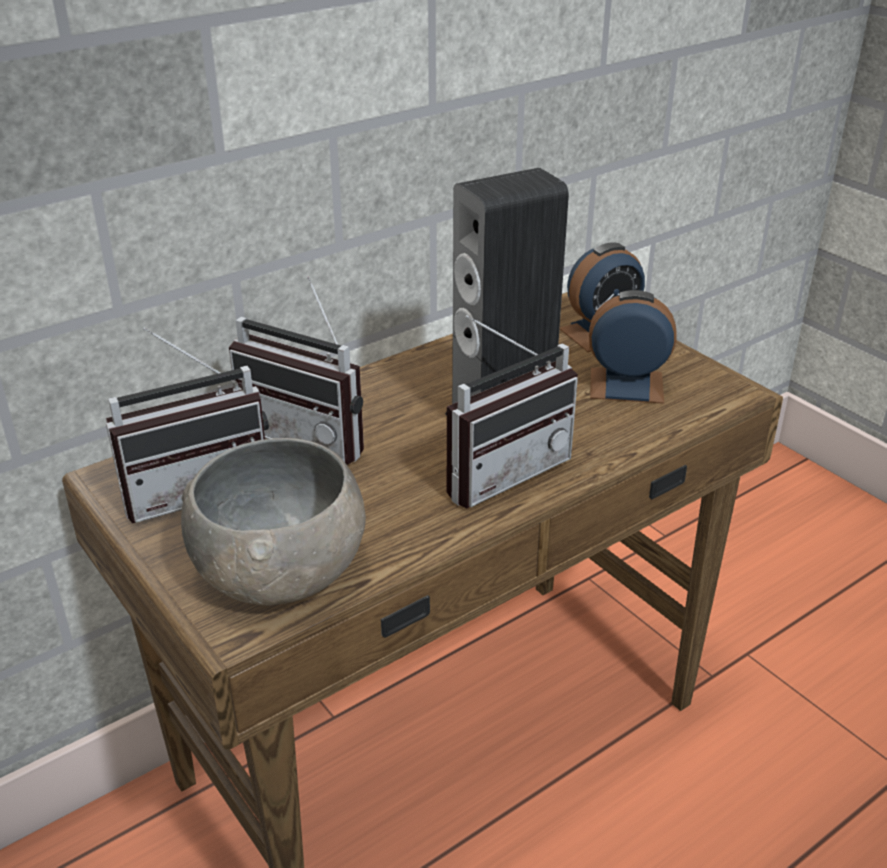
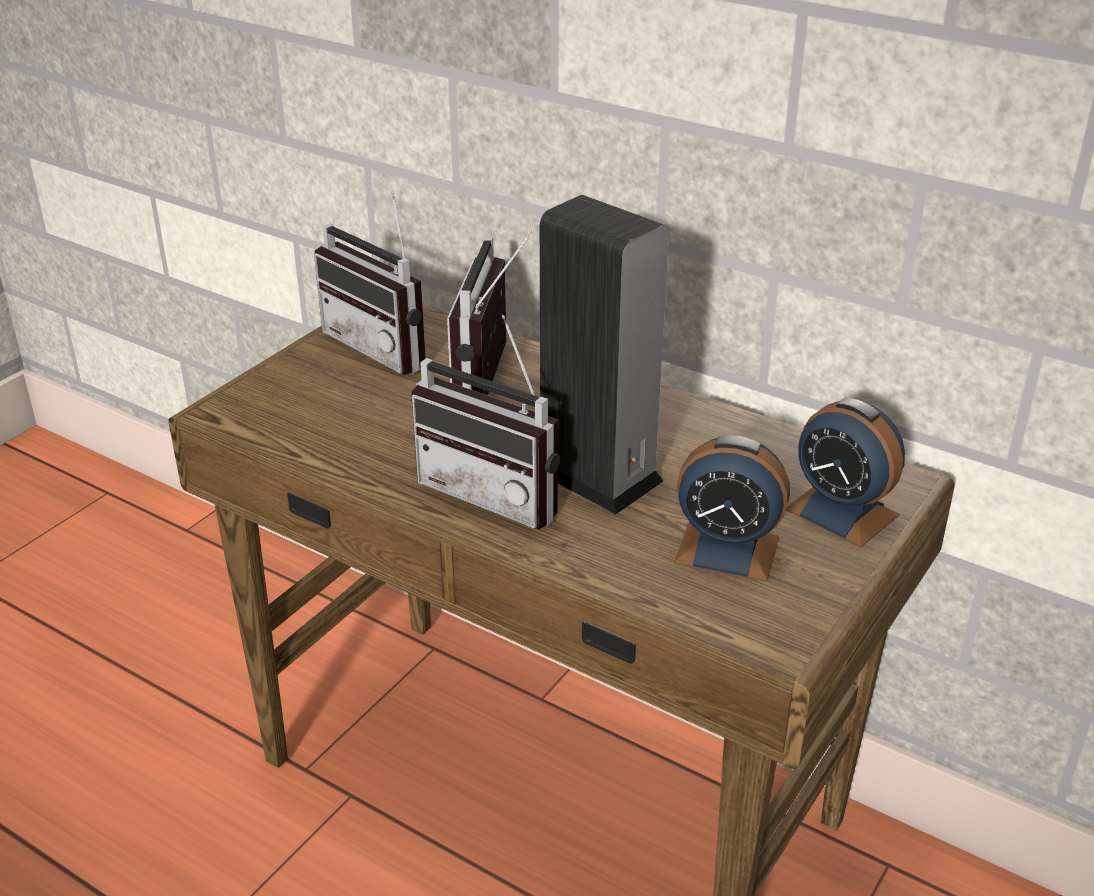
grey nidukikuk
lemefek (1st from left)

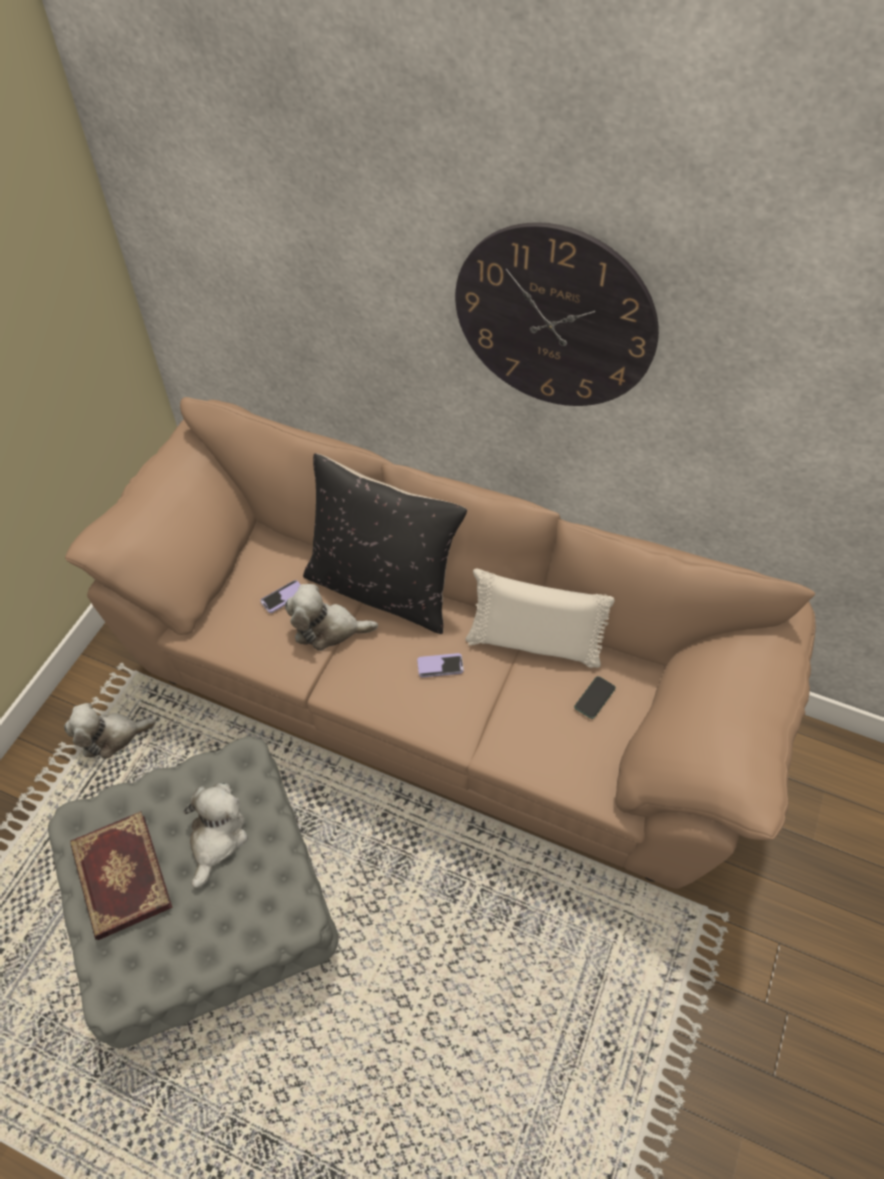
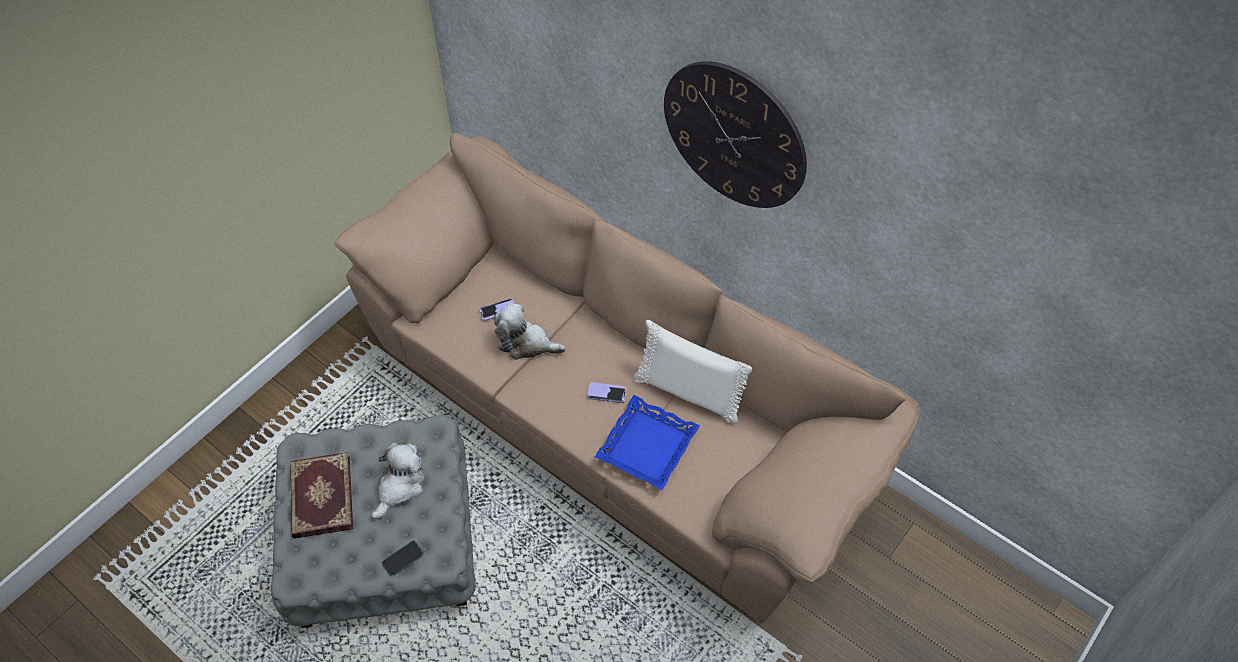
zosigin (1st from left in the first image)
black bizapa
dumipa (1st from left)
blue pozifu

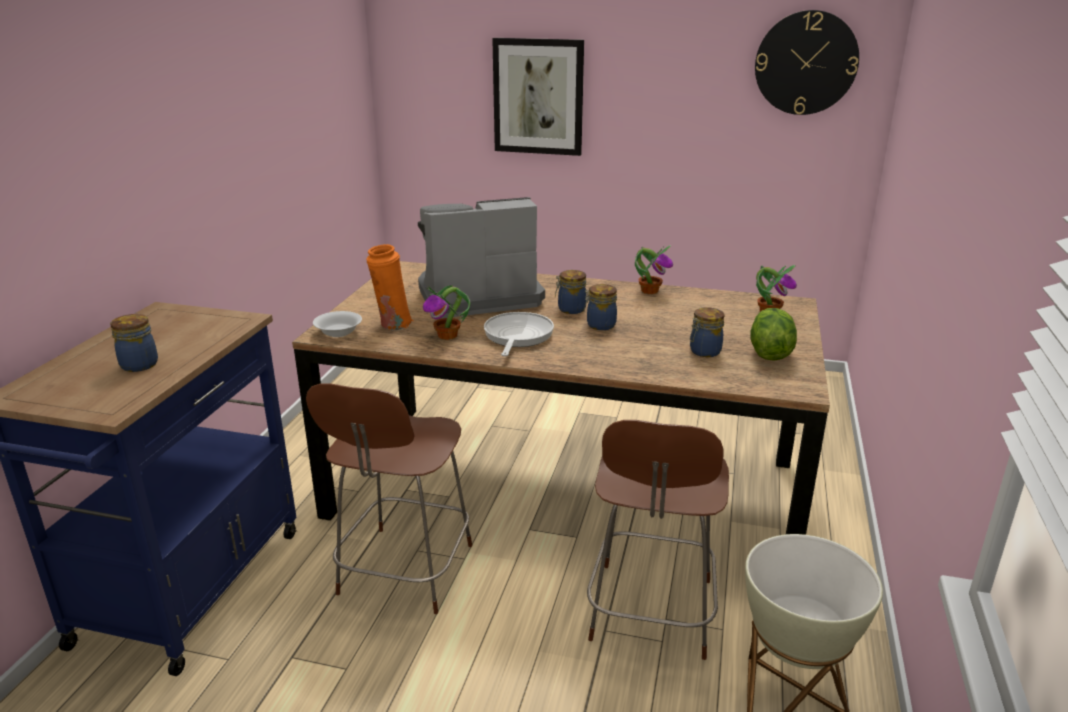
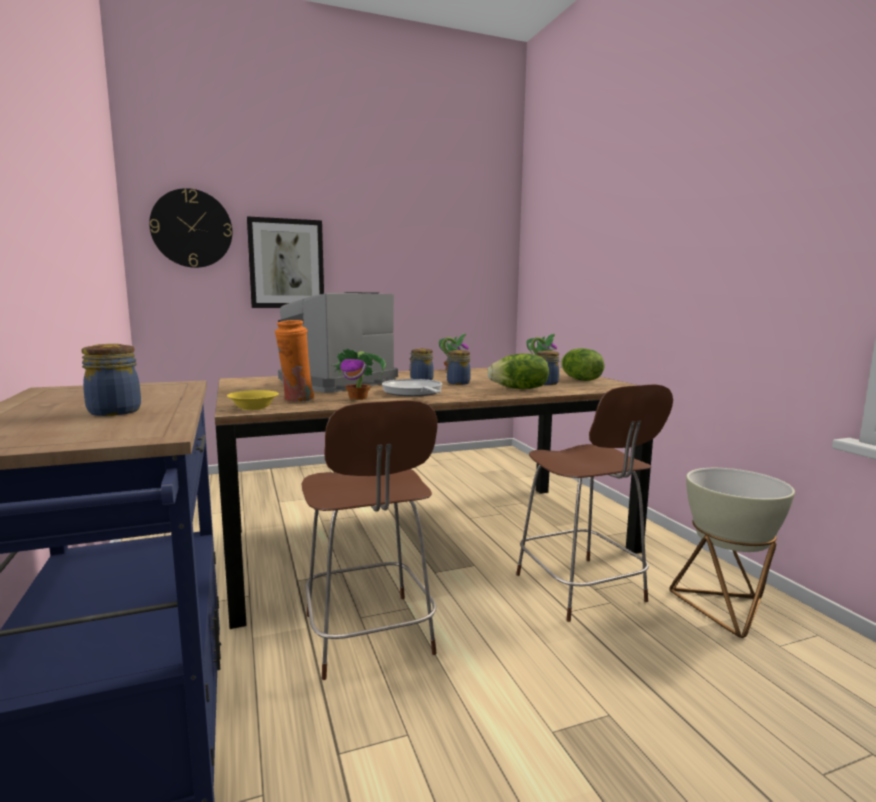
yellow nidukikuk
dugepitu
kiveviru (1st from left)

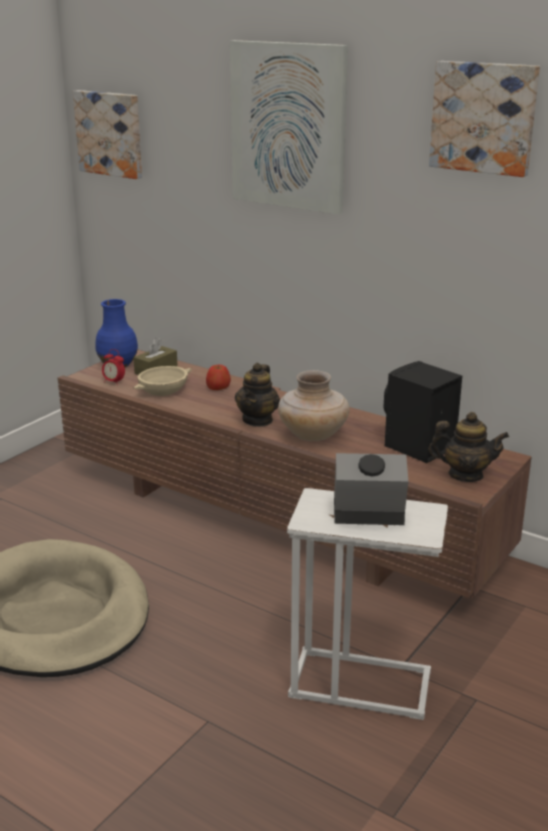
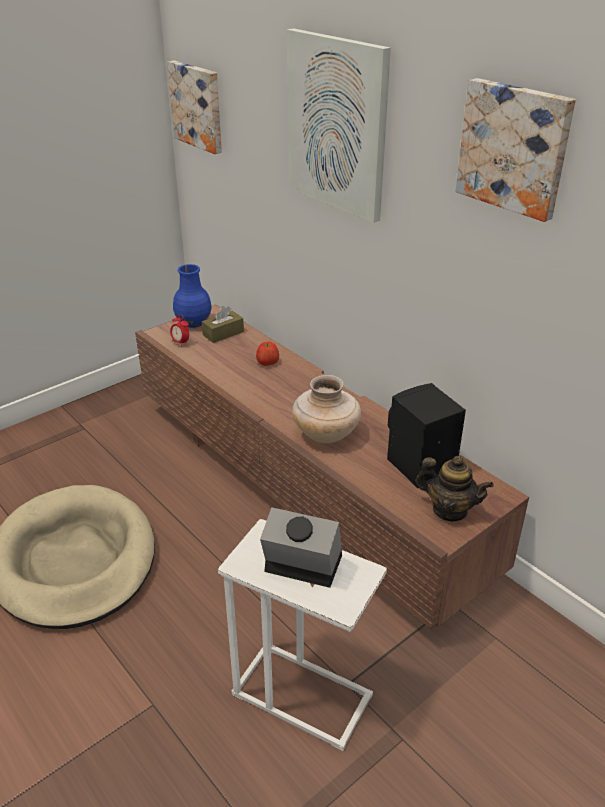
beige nidukikuk
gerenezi (1st from left in the first image)

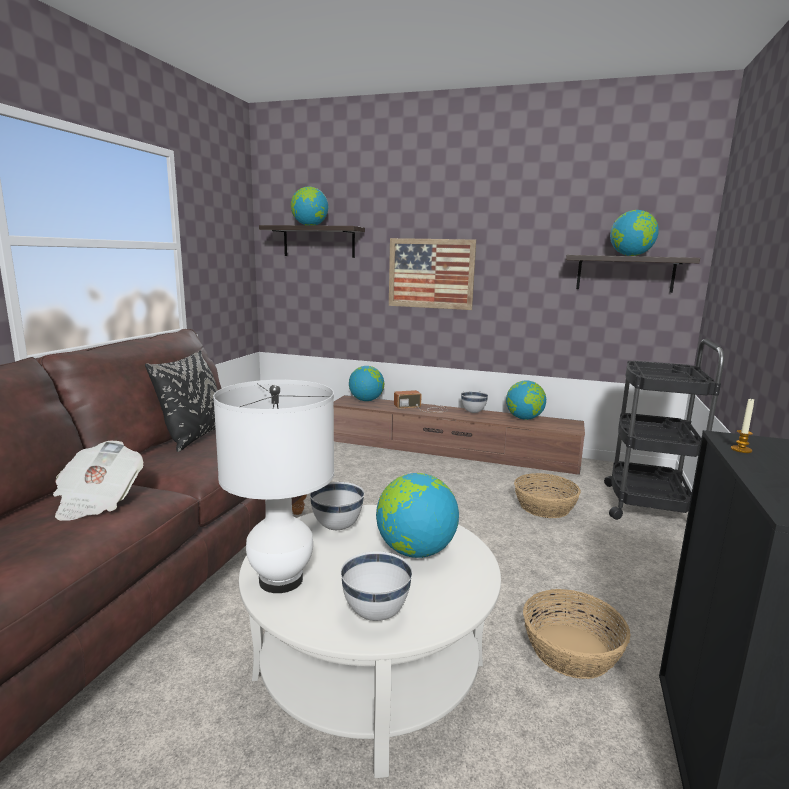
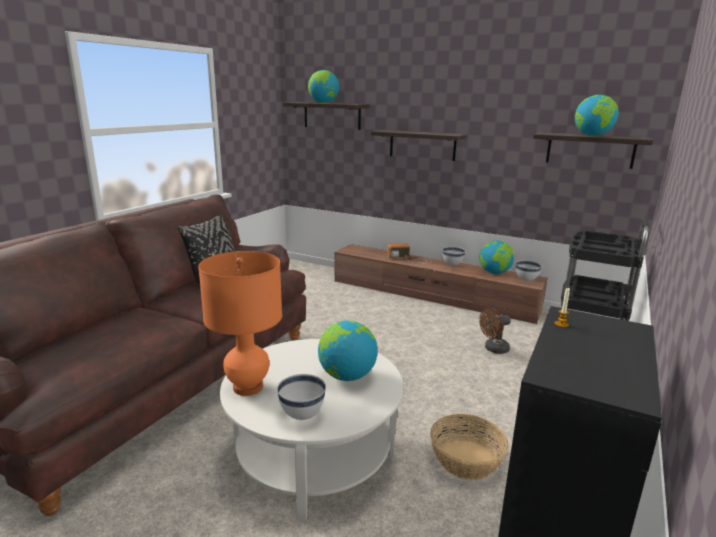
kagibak
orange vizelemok
white nidukikuk (3rd from left)
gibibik (2nd from left in the first image)
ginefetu (2nd from left)
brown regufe

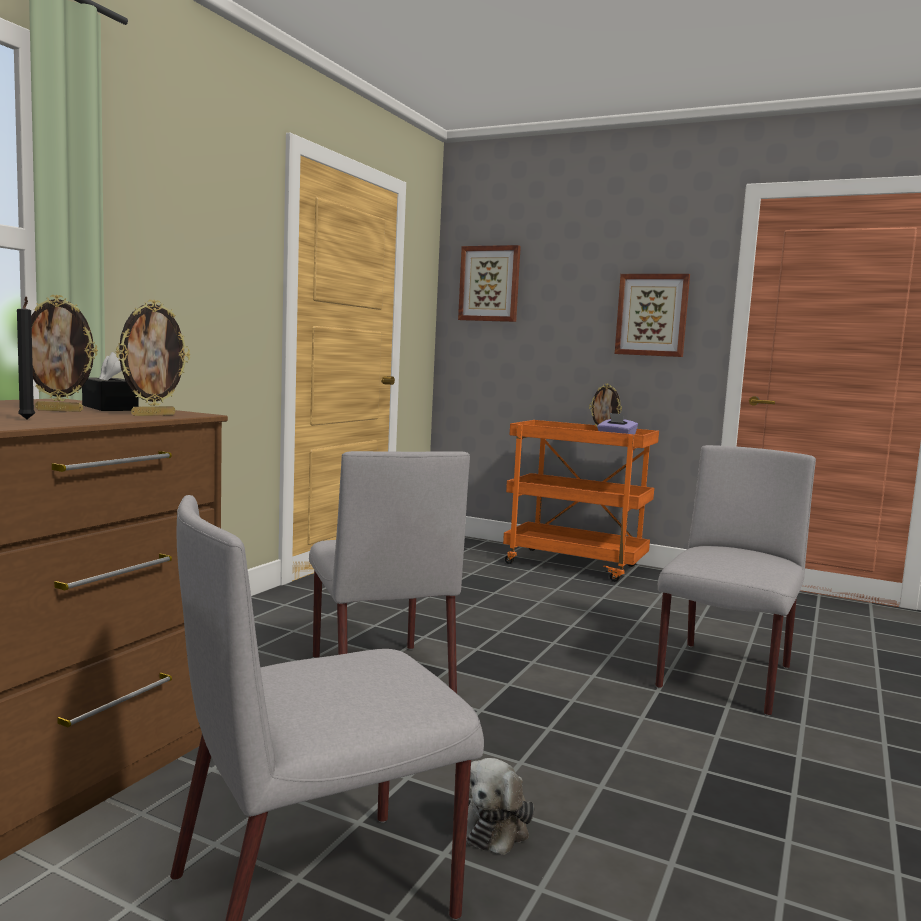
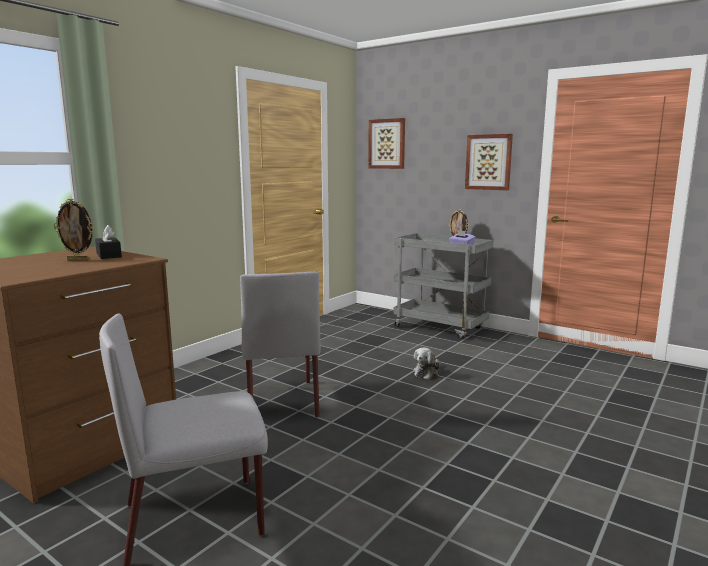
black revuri
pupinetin (2nd from left in the first image)
zosigin
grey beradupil
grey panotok (3rd from left in the first image)

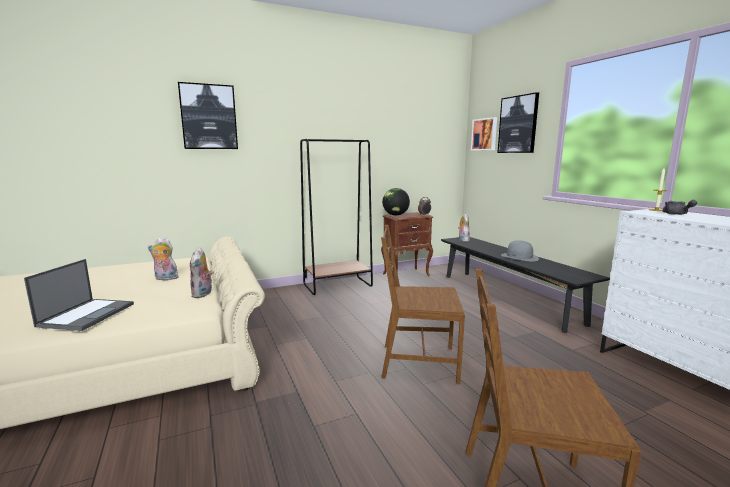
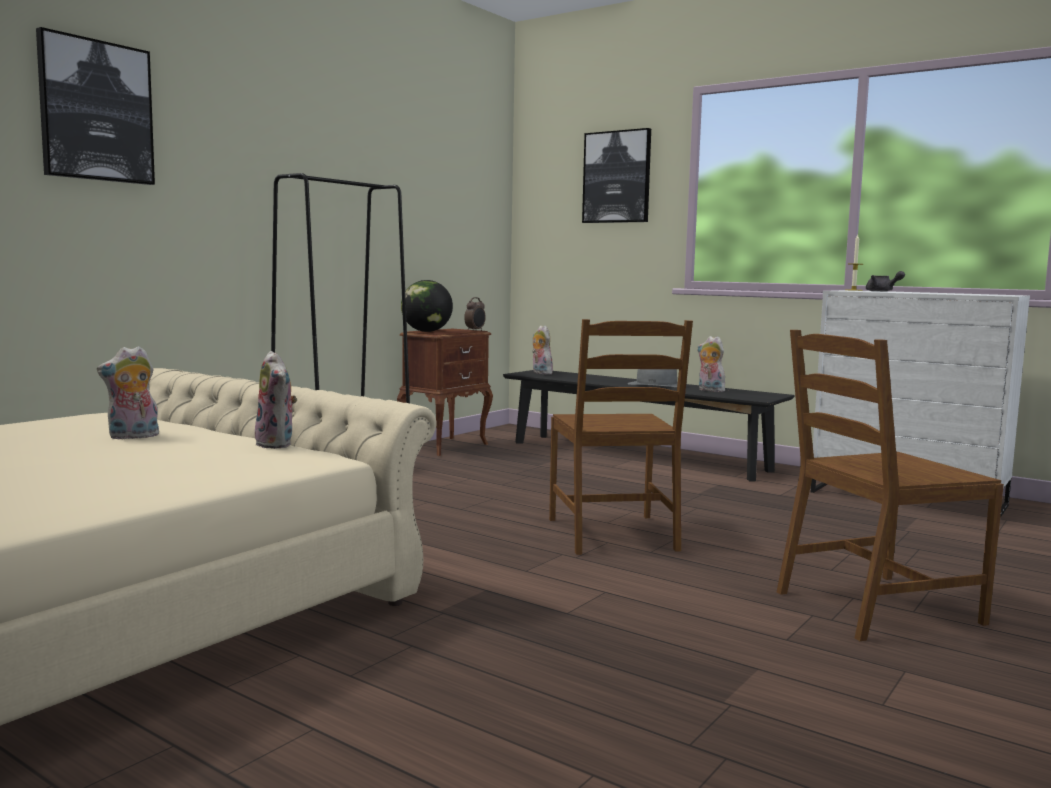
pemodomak
brown panotok (1st from left)
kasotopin (2nd from left in the first image)
zosigin (4th from left)

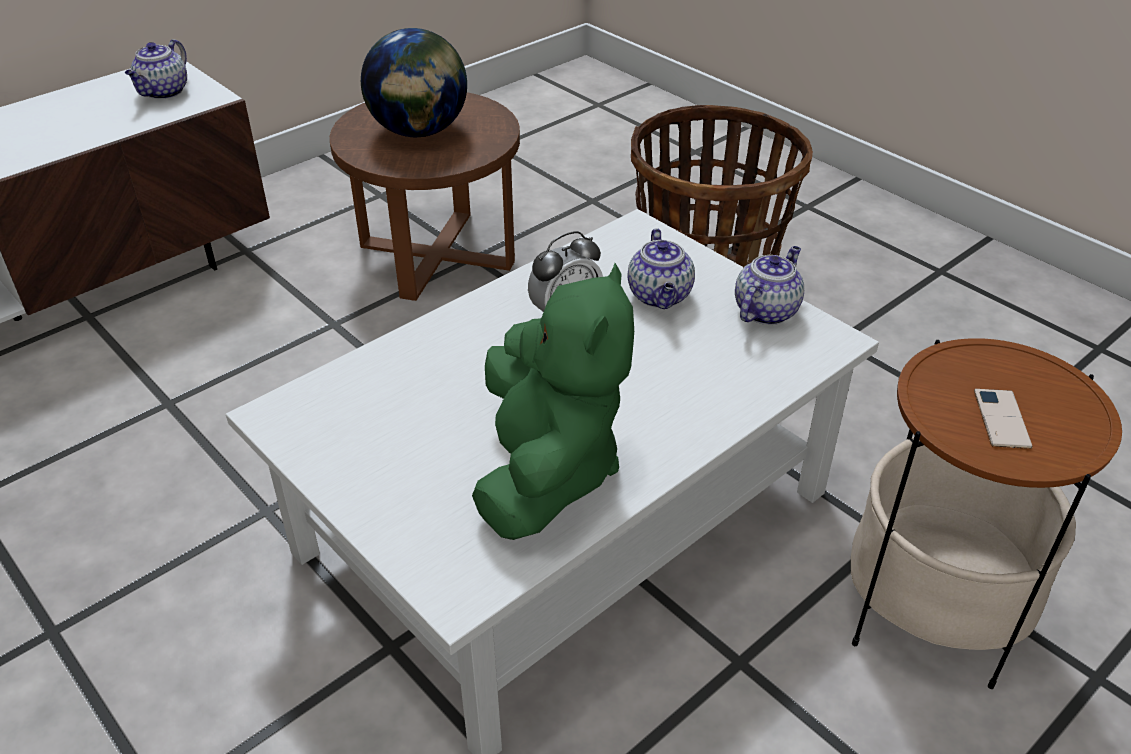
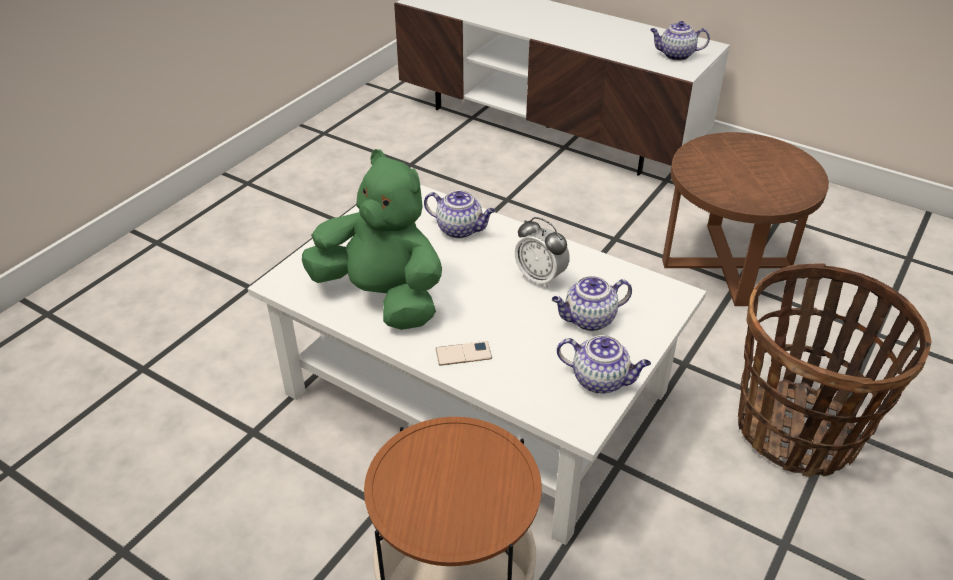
gibibik
green zosigin
dumipa
gerenezi (1st from left)

